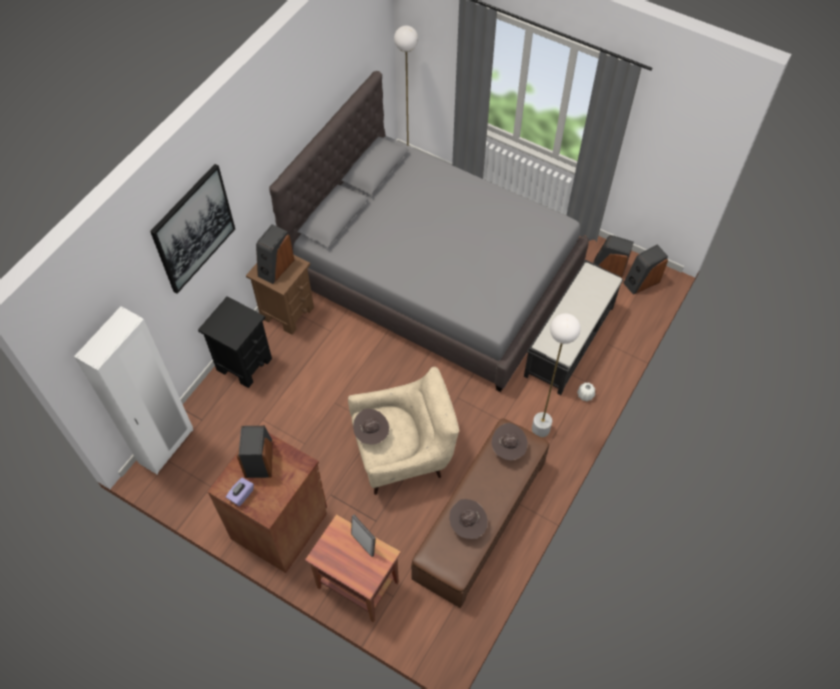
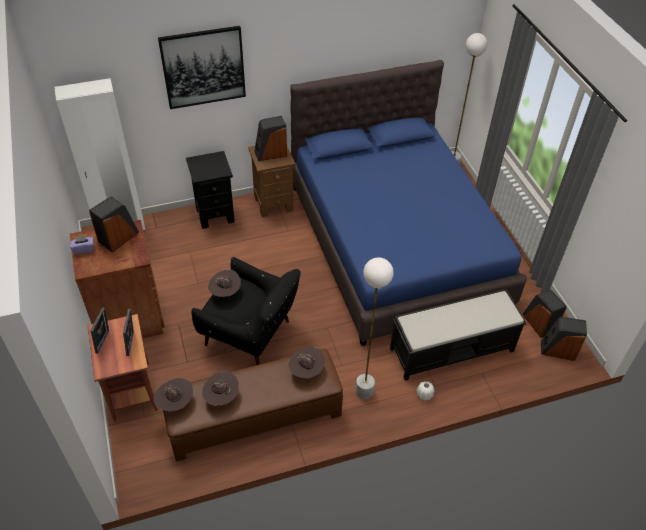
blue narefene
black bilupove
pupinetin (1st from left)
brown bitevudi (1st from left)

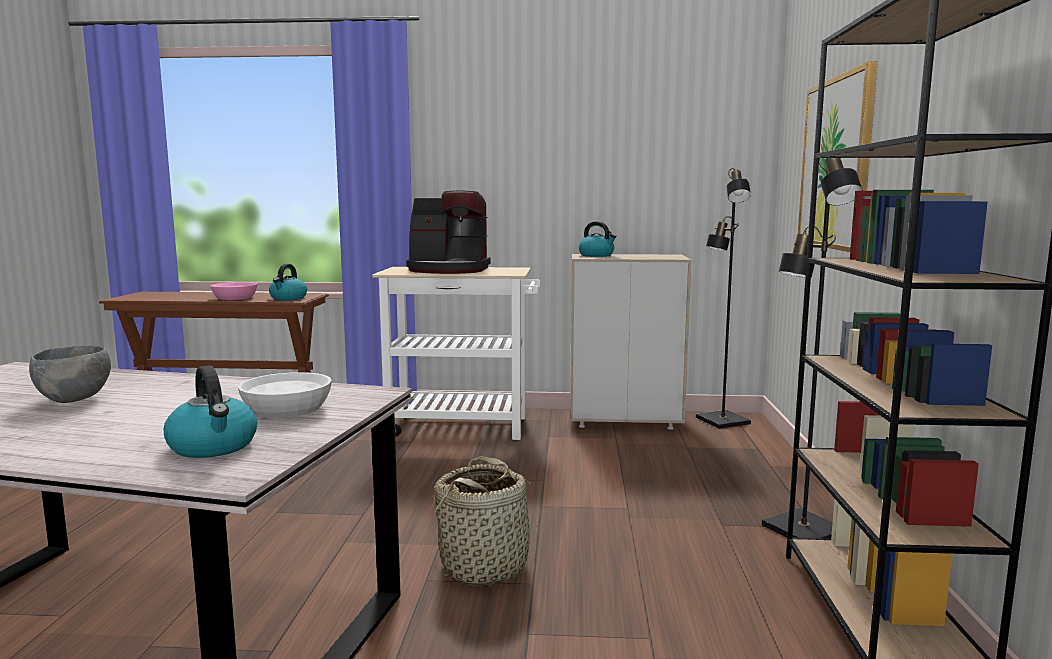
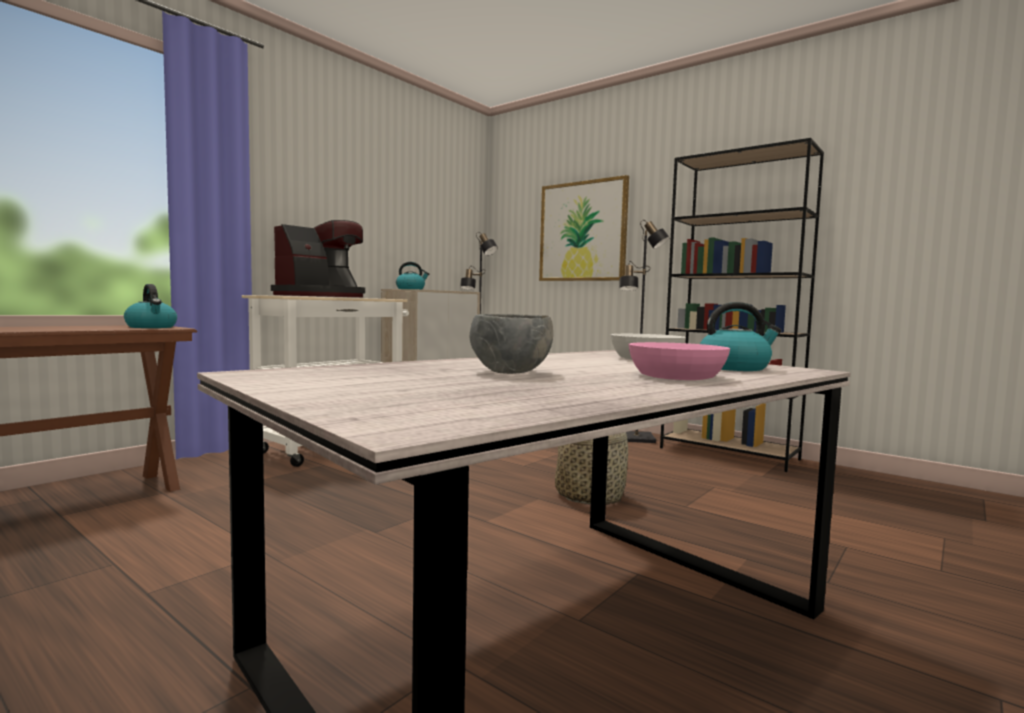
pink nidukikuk

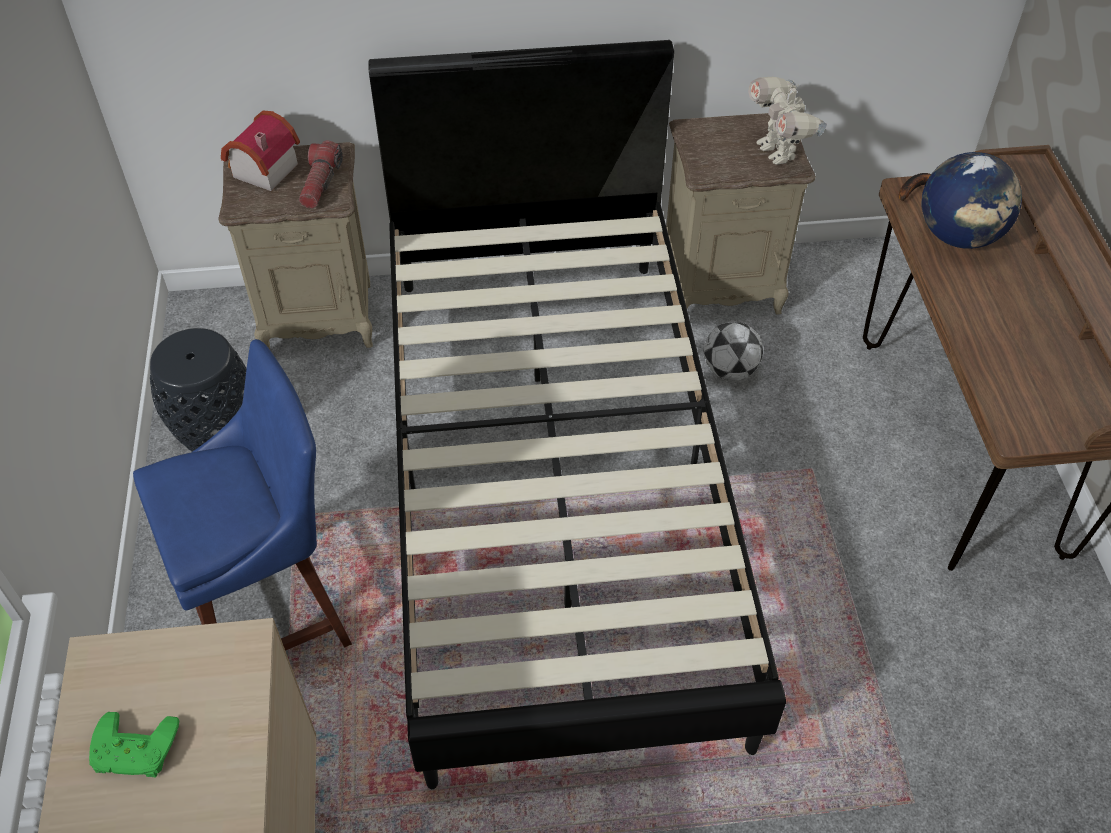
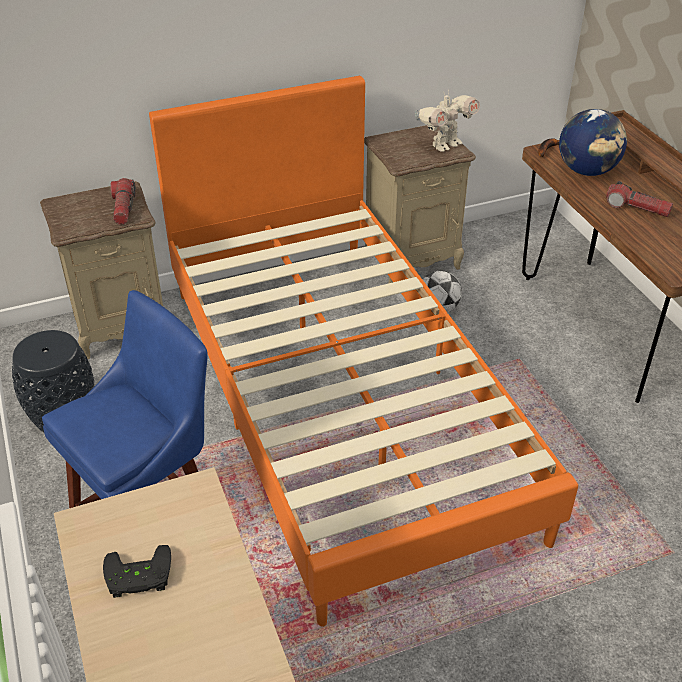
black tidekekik
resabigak
orange narefene
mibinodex
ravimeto (2nd from left)

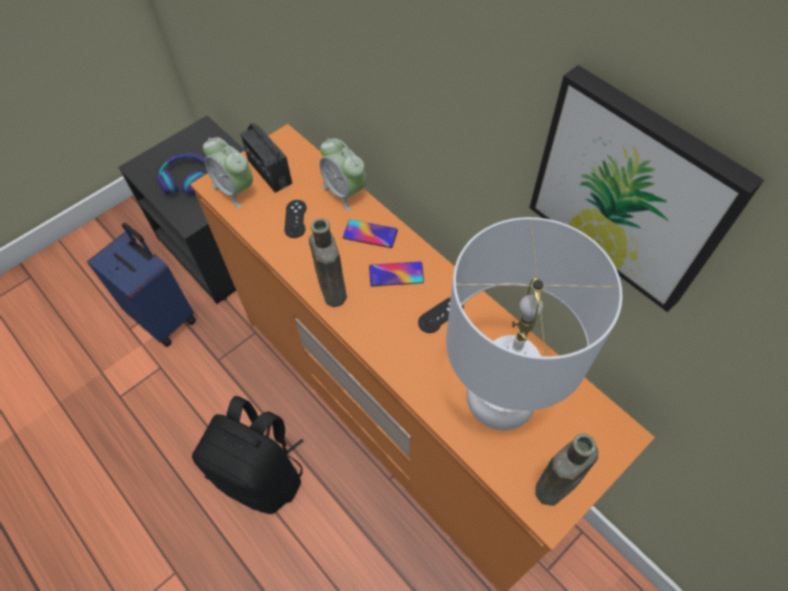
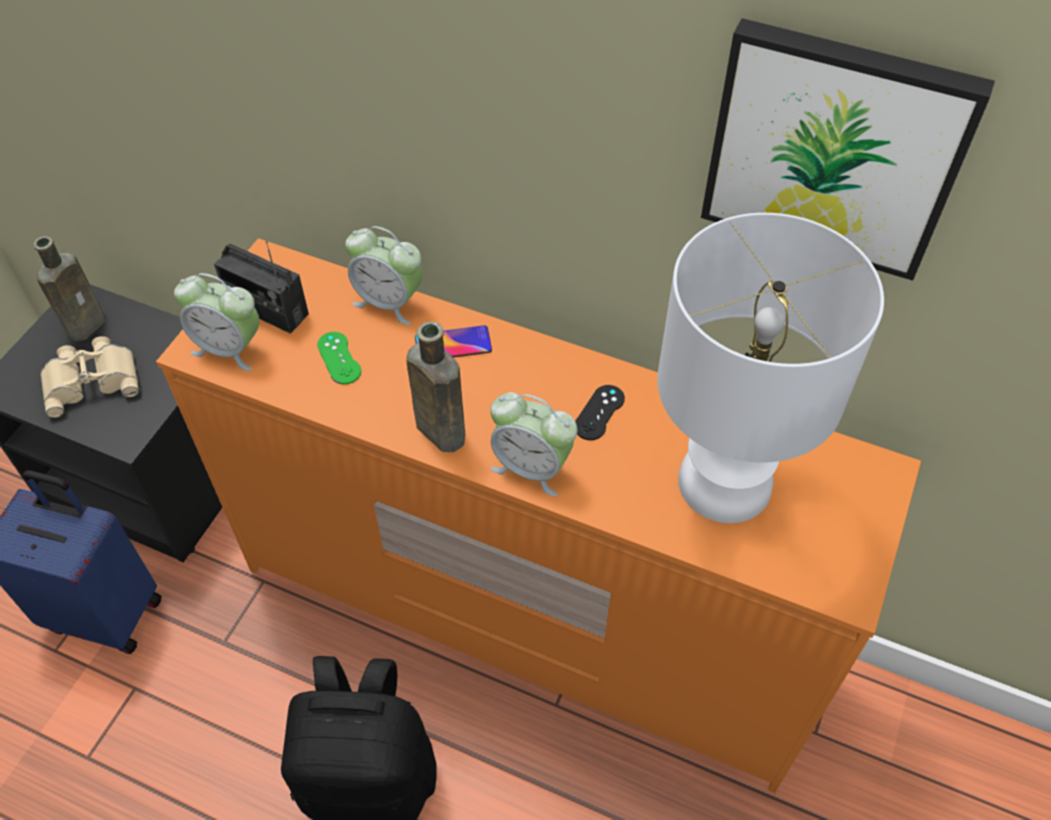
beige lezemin
green tidekekik
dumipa (2nd from left in the first image)
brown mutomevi (1st from left)
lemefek (3rd from left)

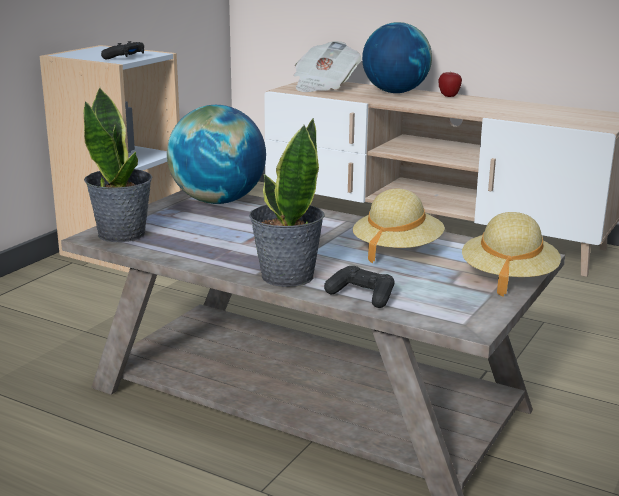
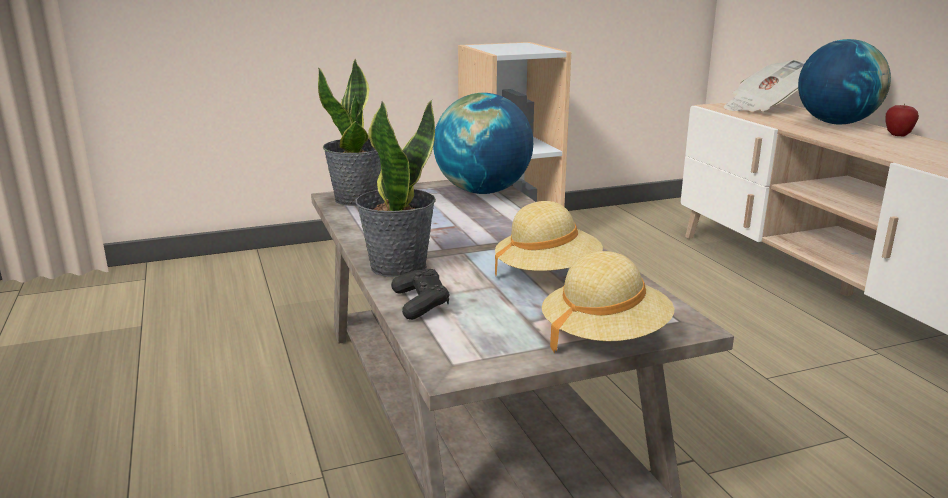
black tidekekik (1st from left in the first image)

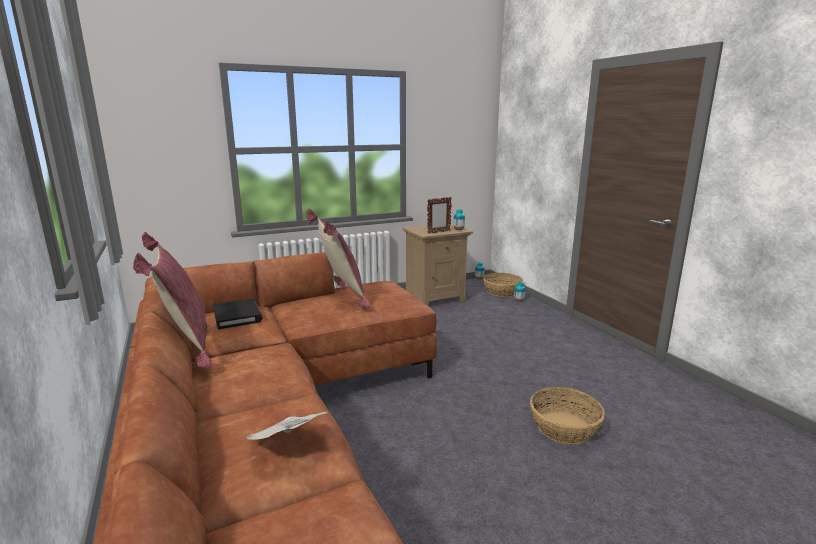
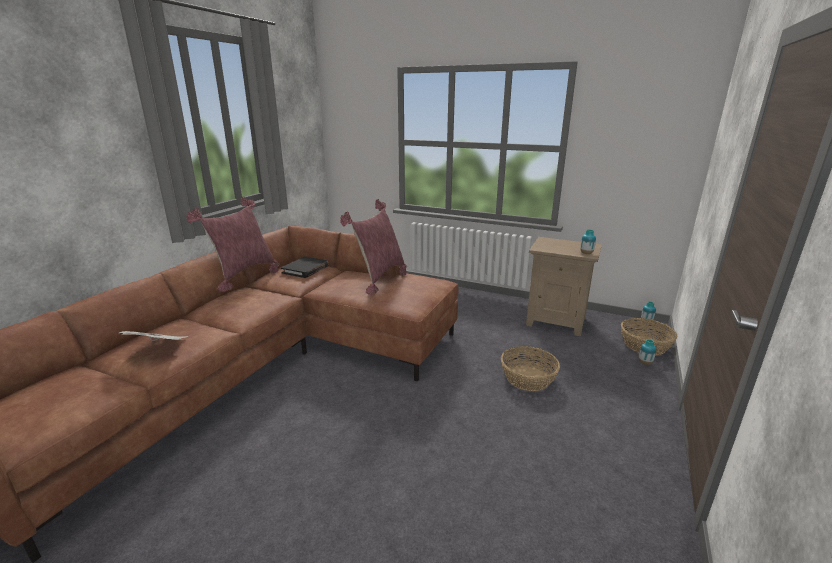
pupinetin
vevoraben (1st from left)

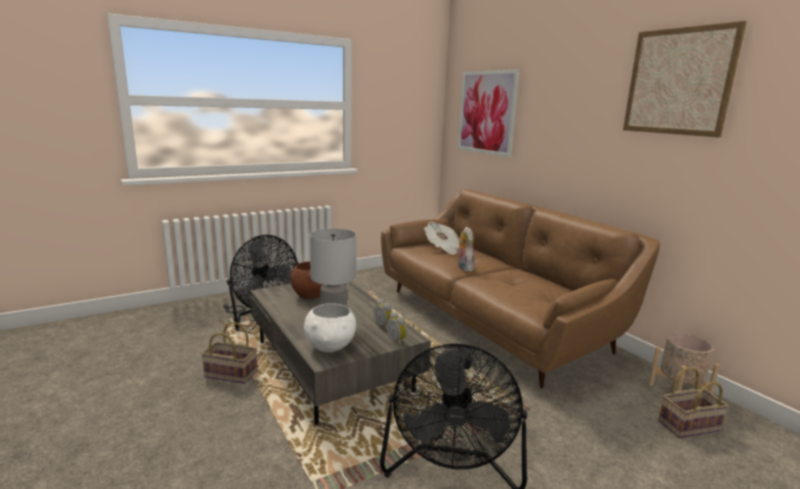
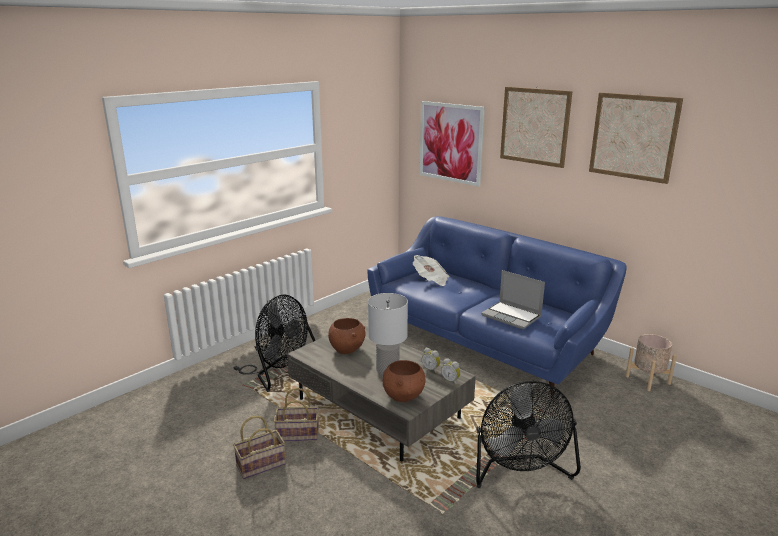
brown nidukikuk (2nd from left)
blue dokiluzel
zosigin
vevoraben (1st from left)
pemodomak
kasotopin (2nd from left)

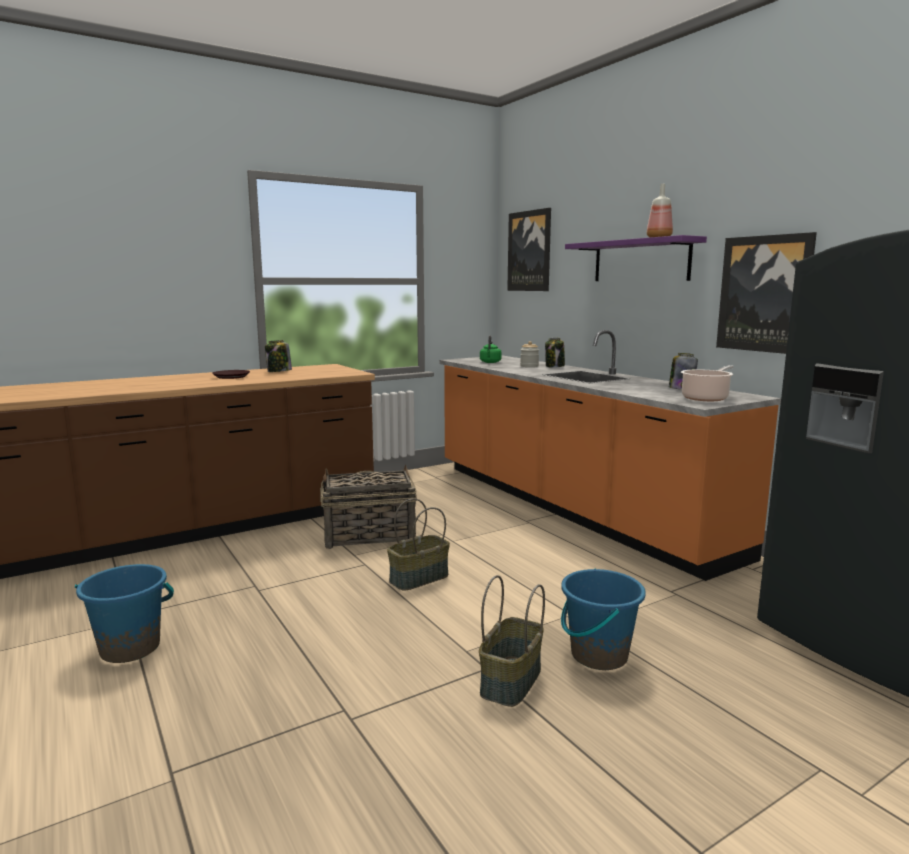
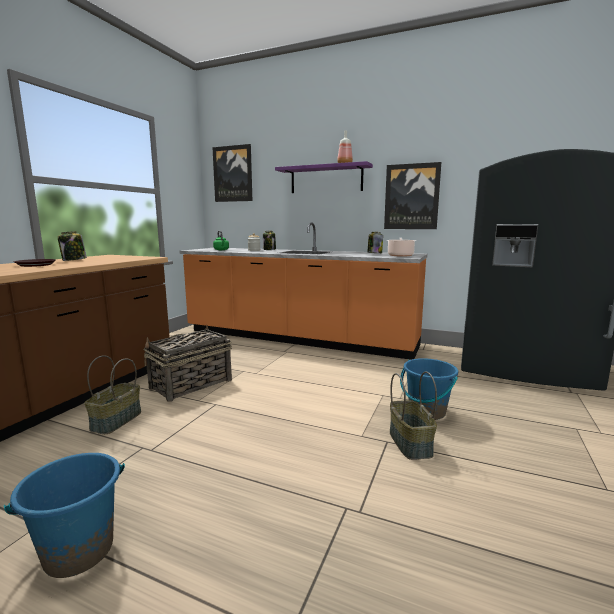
vevoraben (1st from left)

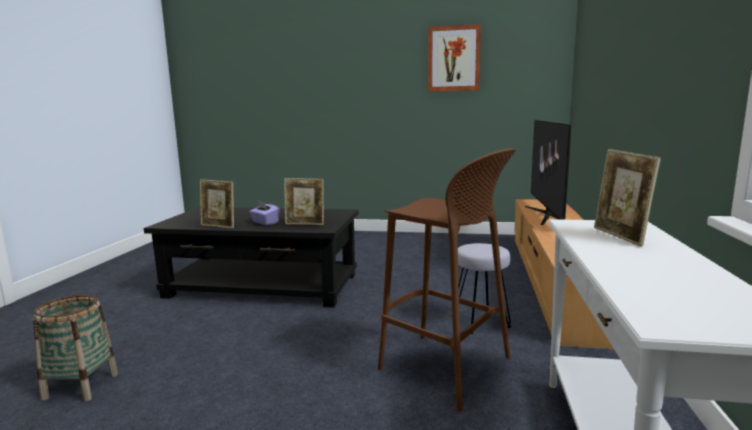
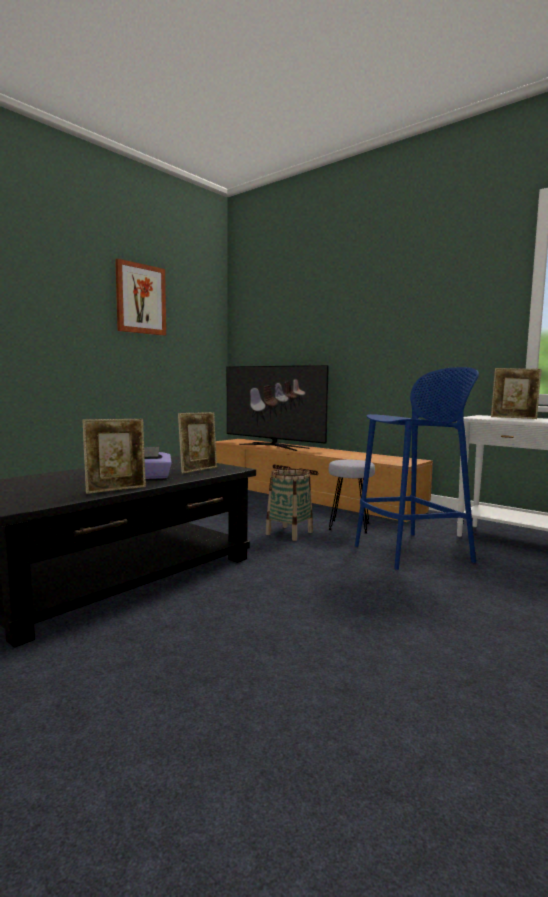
vevoraben
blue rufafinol

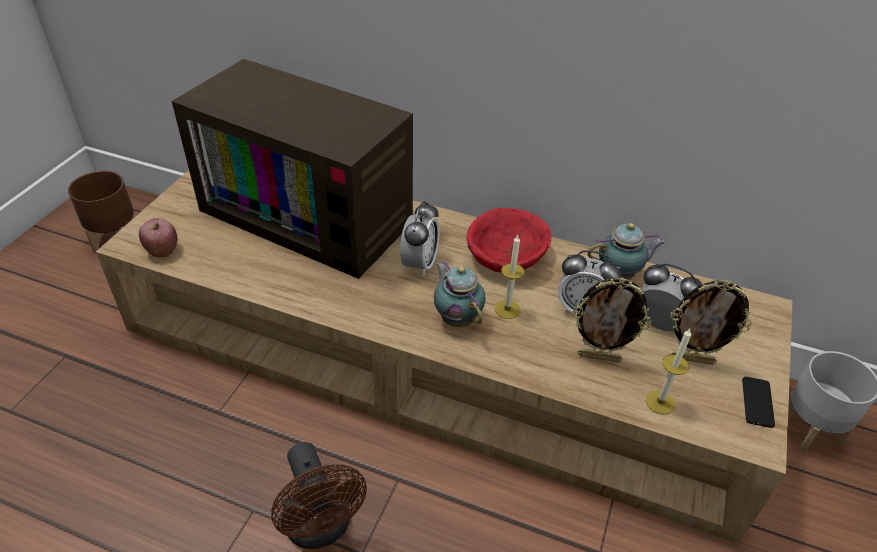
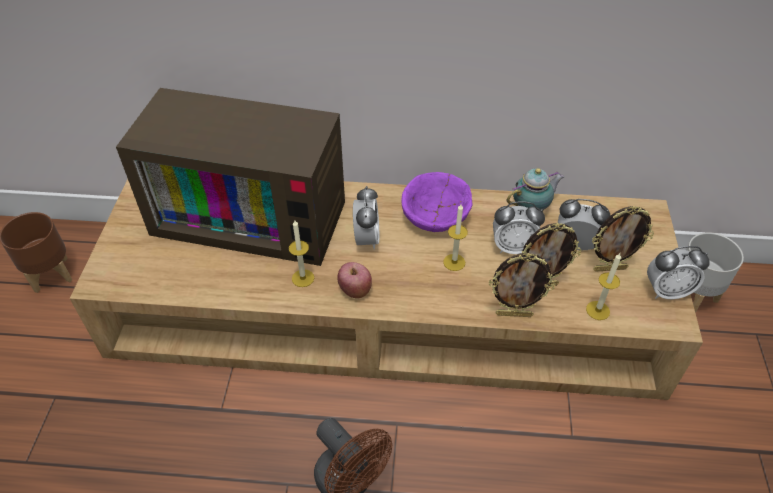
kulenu
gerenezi (1st from left in the first image)
purple nidukikuk
lemefek (4th from left)
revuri (1st from left)
pupinetin (1st from left)

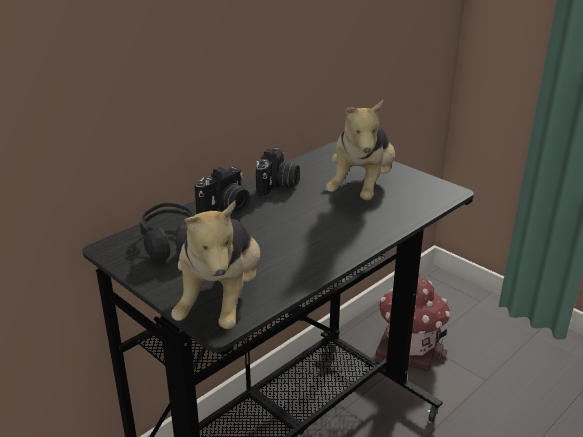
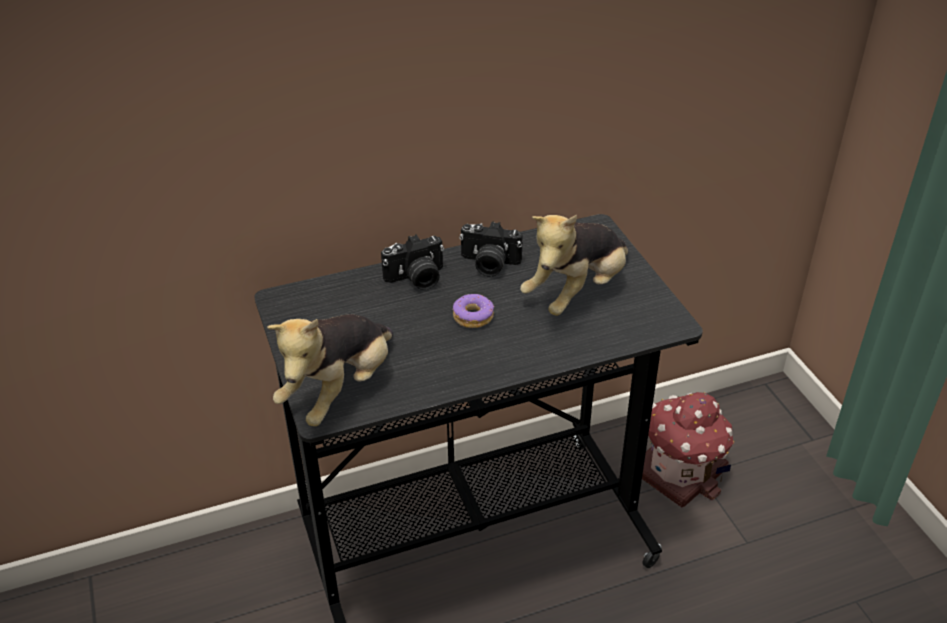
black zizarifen
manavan (2nd from left)
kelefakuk

